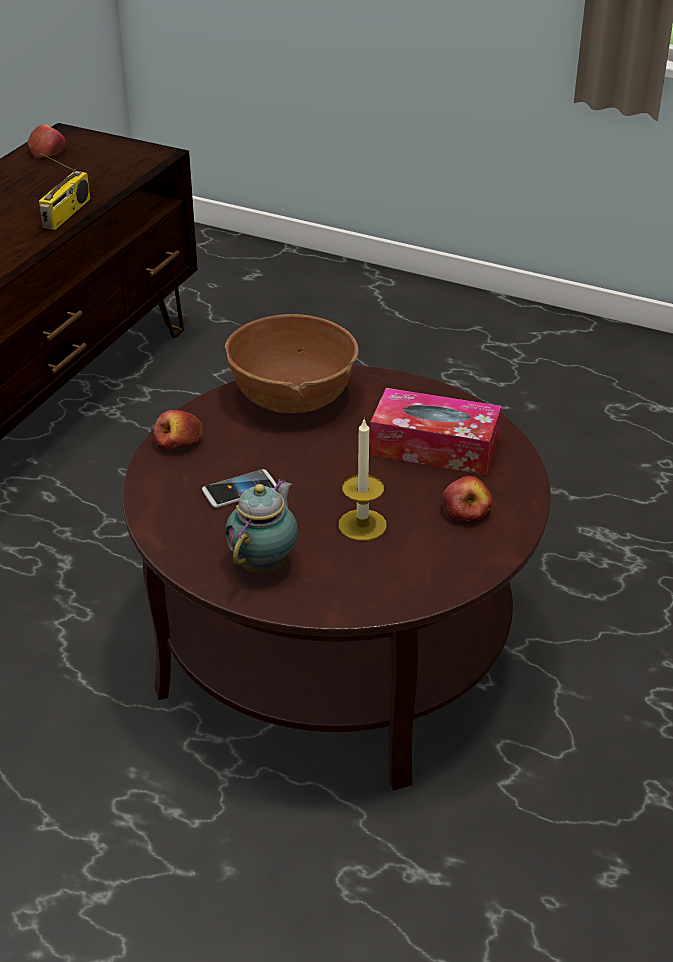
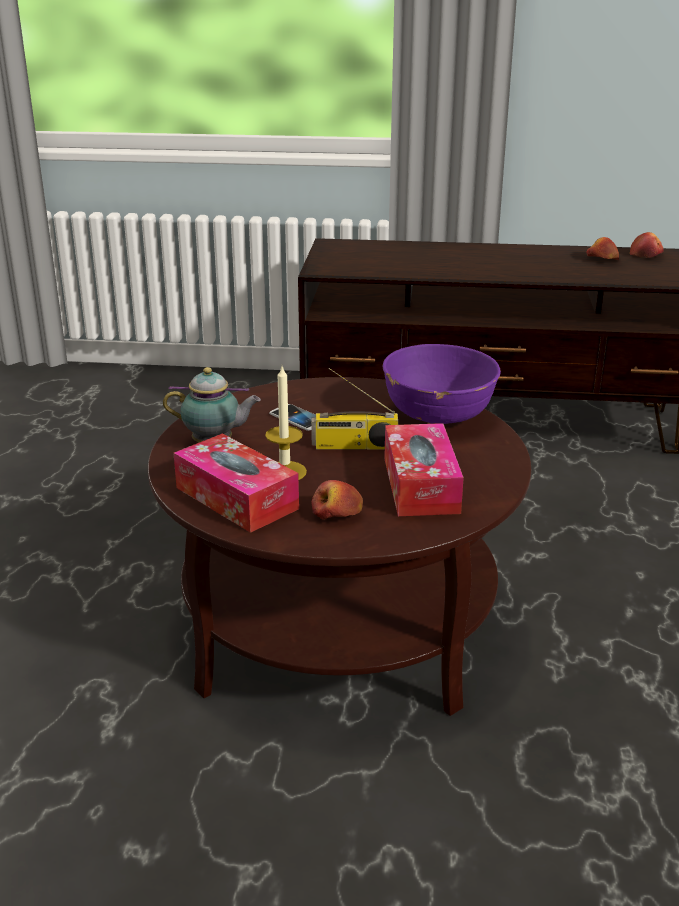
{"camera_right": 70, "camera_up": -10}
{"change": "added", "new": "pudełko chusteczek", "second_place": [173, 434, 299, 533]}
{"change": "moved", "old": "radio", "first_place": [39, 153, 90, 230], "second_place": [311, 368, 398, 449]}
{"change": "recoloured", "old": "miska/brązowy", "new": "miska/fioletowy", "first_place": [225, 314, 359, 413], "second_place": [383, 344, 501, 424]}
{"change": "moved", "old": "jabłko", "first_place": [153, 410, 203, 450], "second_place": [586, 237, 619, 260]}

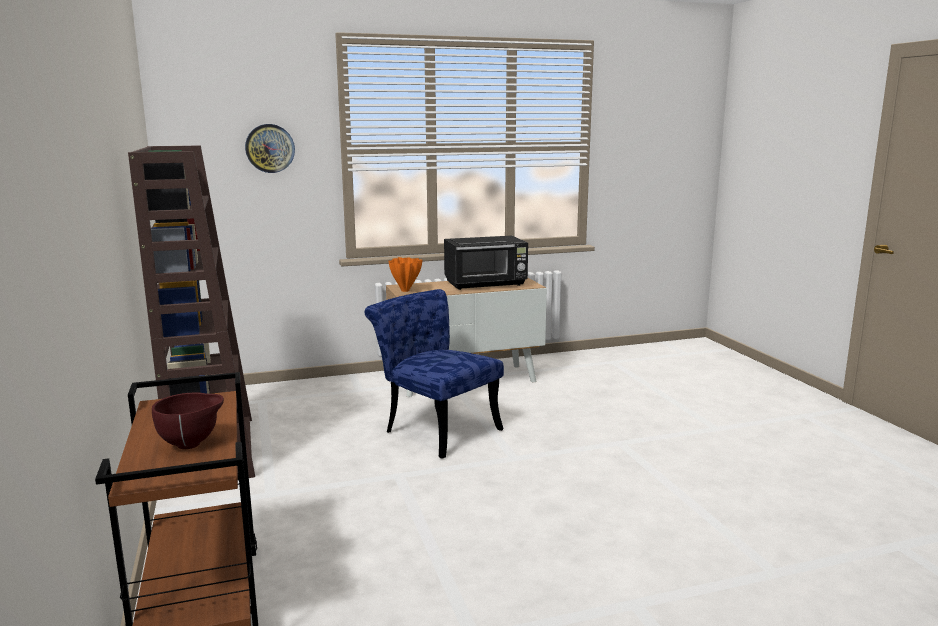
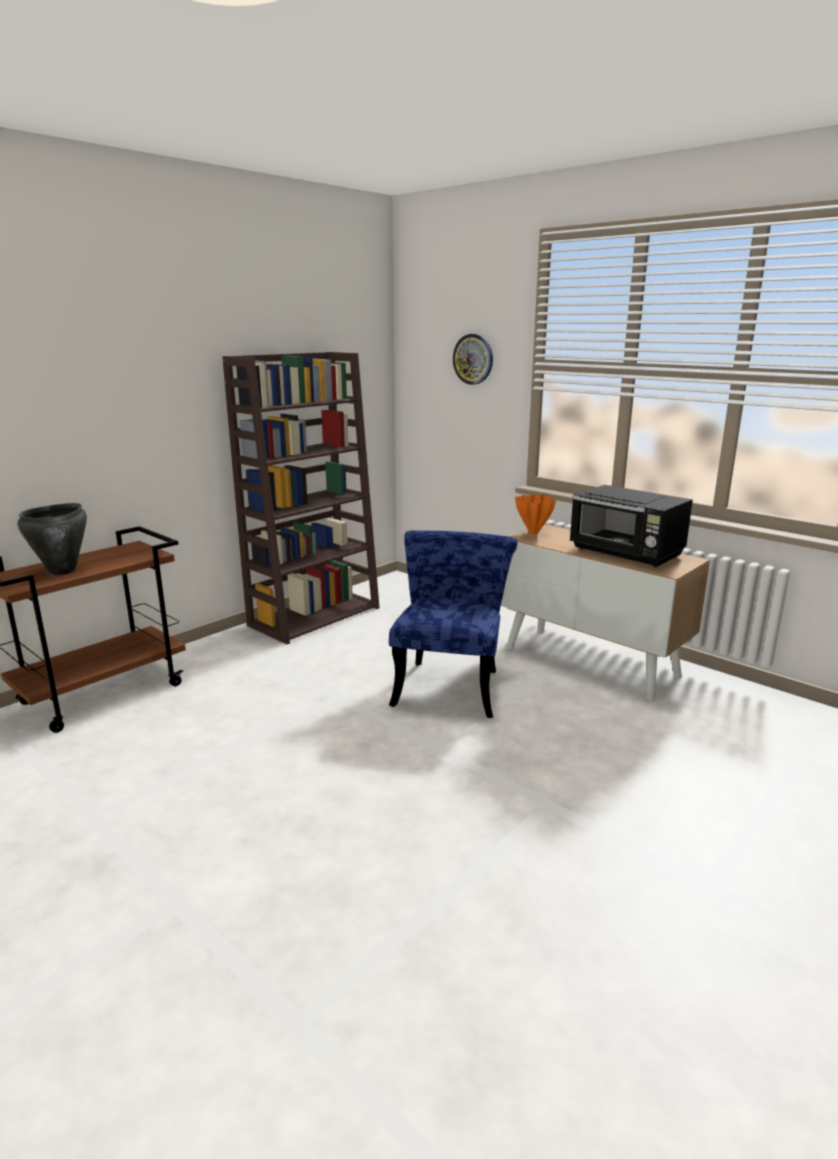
{"camera_right": 60, "camera_up": 5}
{"change": "replaced", "old": "miska/brązowy", "new": "garnek/czarny", "first_place": [152, 393, 224, 449], "second_place": [17, 503, 87, 575]}

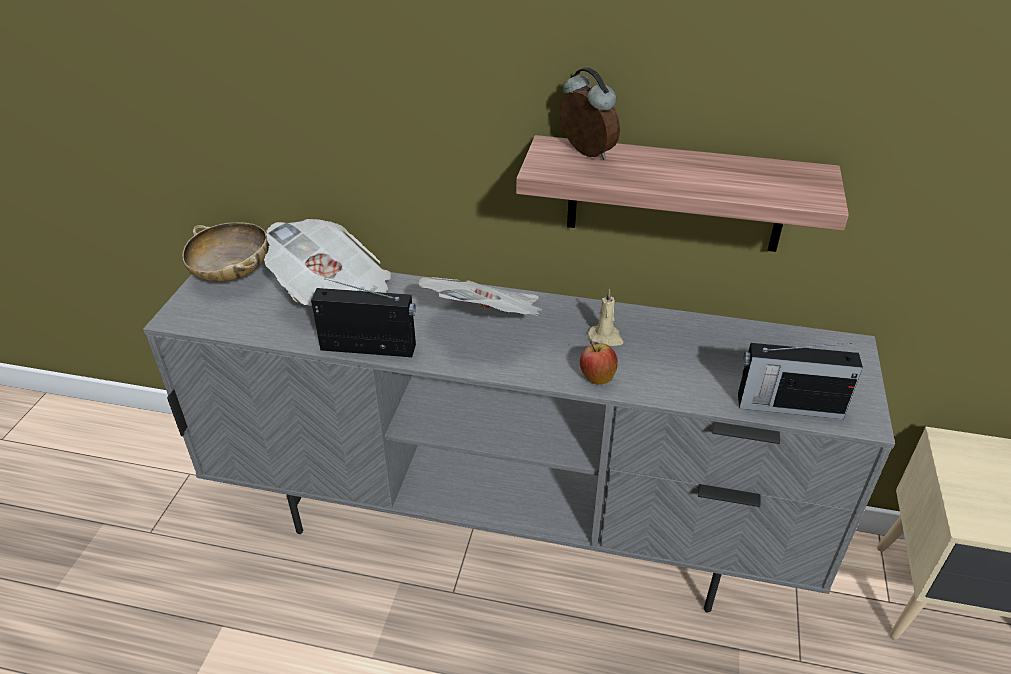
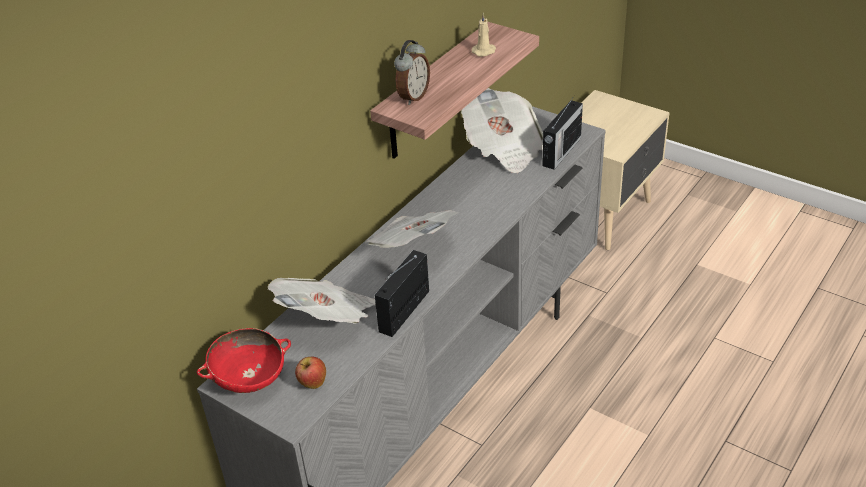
{"camera_right": -65, "camera_up": 0}
{"change": "recoloured", "old": "miska/beżowy", "new": "miska/czerwony", "first_place": [182, 222, 269, 282], "second_place": [197, 328, 291, 393]}
{"change": "moved", "old": "jabłko", "first_place": [580, 341, 618, 384], "second_place": [295, 357, 326, 389]}
{"change": "turned", "old": "budzik", "first_place": [560, 67, 620, 160], "second_place": [394, 40, 430, 105], "degrees": 135}
{"change": "added", "new": "gazeta", "second_place": [461, 88, 543, 173]}
{"change": "moved", "old": "świeca/beżowy", "first_place": [588, 289, 624, 346], "second_place": [472, 13, 496, 57]}

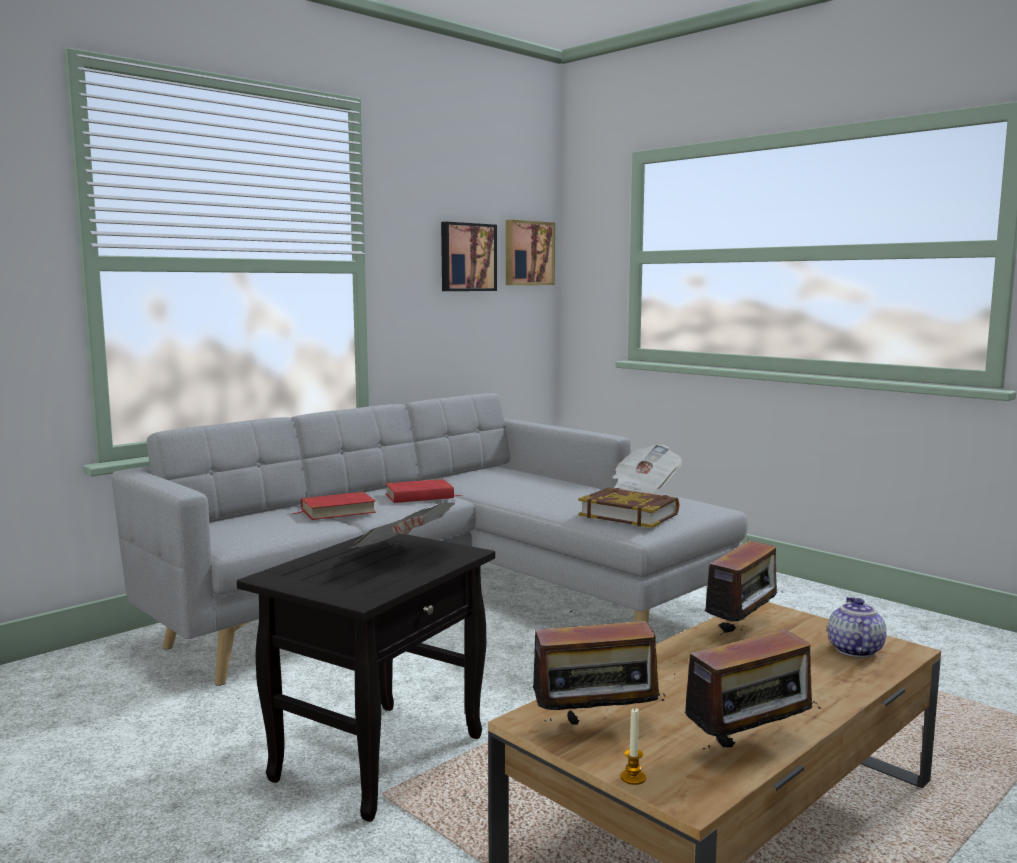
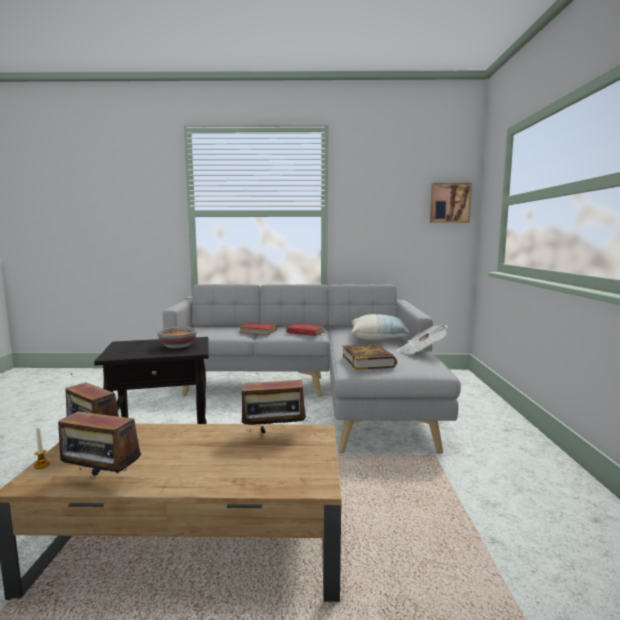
{"camera_right": 45, "camera_up": 0}
{"change": "replaced", "old": "gazeta", "new": "miska", "first_place": [350, 502, 455, 548], "second_place": [157, 327, 197, 348]}
{"change": "added", "new": "poduszka", "second_place": [351, 314, 411, 340]}
{"change": "removed", "old": "obraz", "first_place": [441, 222, 497, 291]}
{"change": "removed", "old": "imbryk", "first_place": [828, 597, 887, 657]}

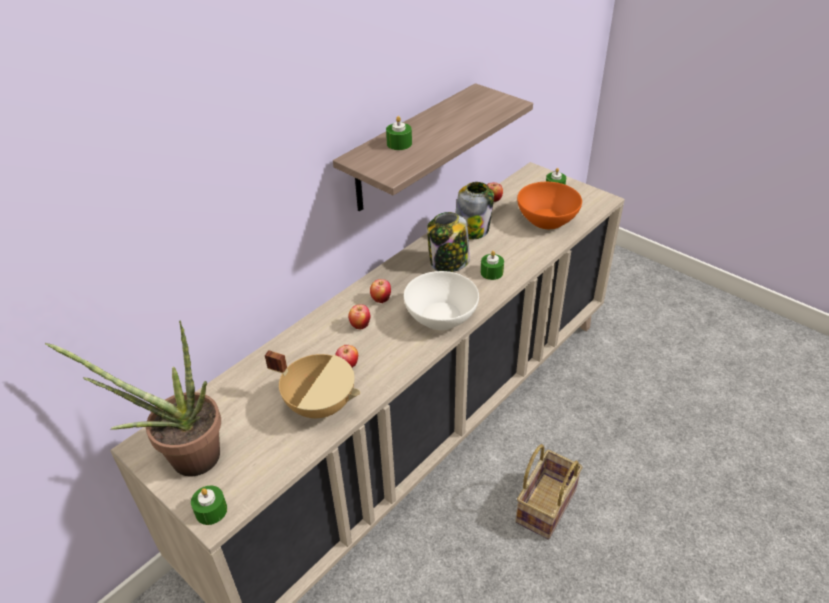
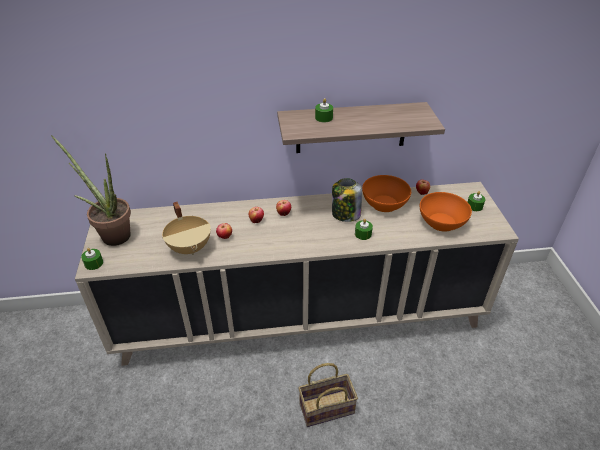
{"camera_right": 40, "camera_up": 0}
{"change": "replaced", "old": "słoik", "new": "miska/pomarańczowy", "first_place": [455, 182, 494, 239], "second_place": [362, 175, 411, 212]}
{"change": "removed", "old": "miska/biały", "first_place": [404, 271, 479, 330]}

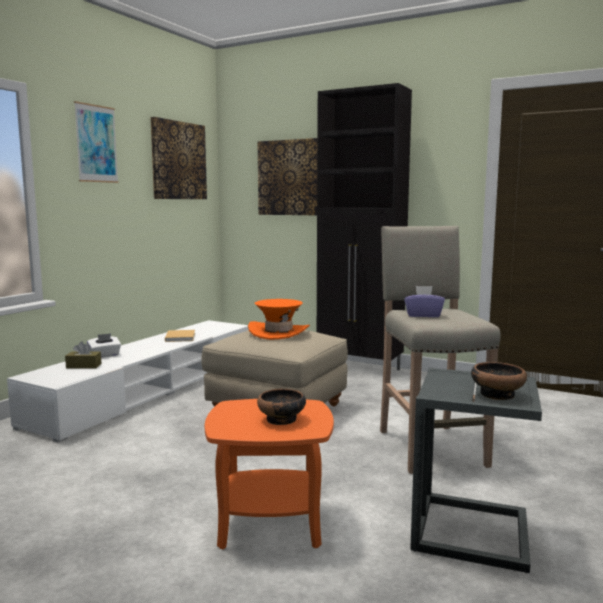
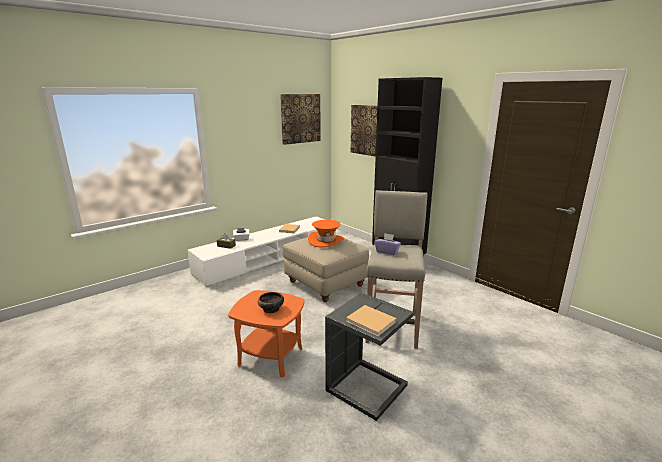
{"camera_right": 20, "camera_up": 10}
{"change": "replaced", "old": "miska", "new": "książka/beżowy", "first_place": [471, 362, 527, 400], "second_place": [346, 305, 396, 336]}
{"change": "removed", "old": "obraz", "first_place": [74, 101, 119, 183]}

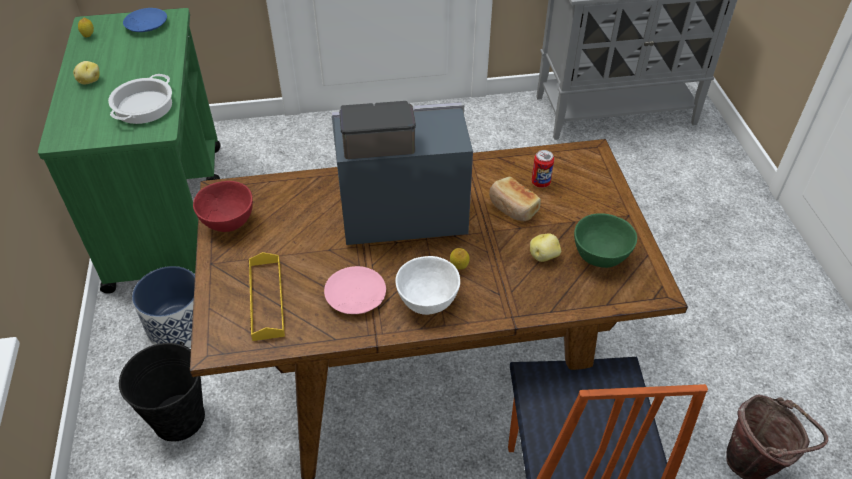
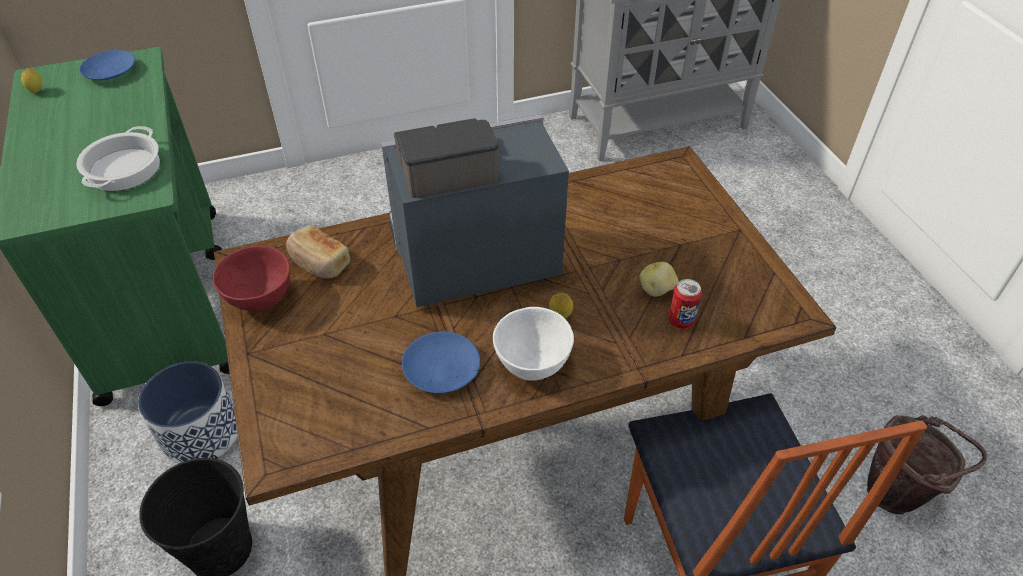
{"camera_right": -10, "camera_up": 0}
{"change": "moved", "old": "chleb", "first_place": [489, 177, 541, 221], "second_place": [286, 225, 350, 278]}
{"change": "recoloured", "old": "talerz/różowy", "new": "talerz/niebieski", "first_place": [324, 266, 386, 314], "second_place": [402, 331, 480, 393]}
{"change": "moved", "old": "puszka", "first_place": [531, 150, 554, 188], "second_place": [668, 279, 702, 329]}
{"change": "removed", "old": "ziemniak", "first_place": [73, 61, 100, 85]}
{"change": "removed", "old": "taca/żółty", "first_place": [249, 252, 285, 341]}
{"change": "removed", "old": "miska/zielony", "first_place": [574, 213, 637, 268]}

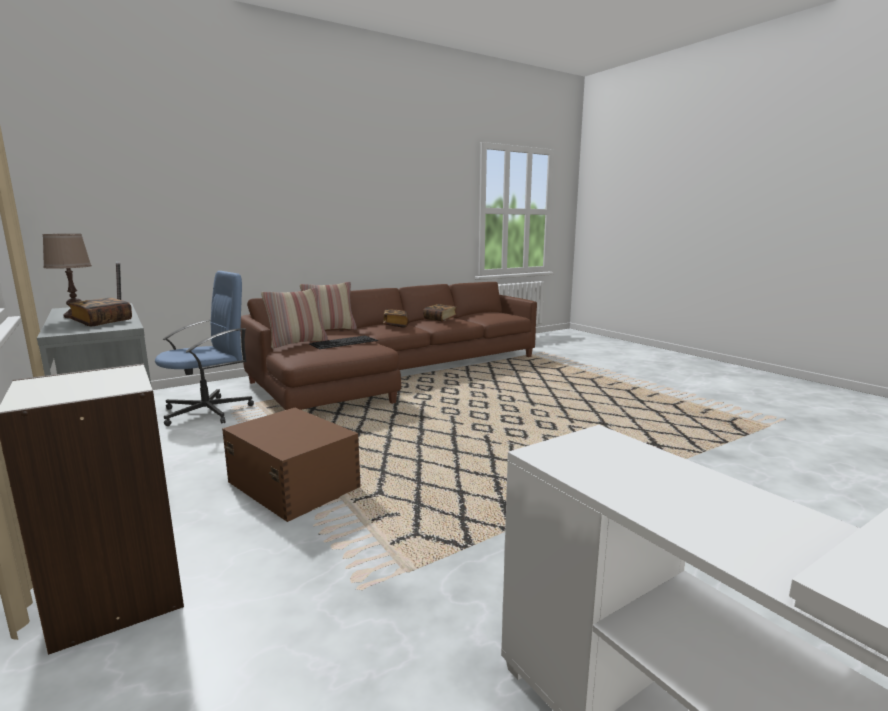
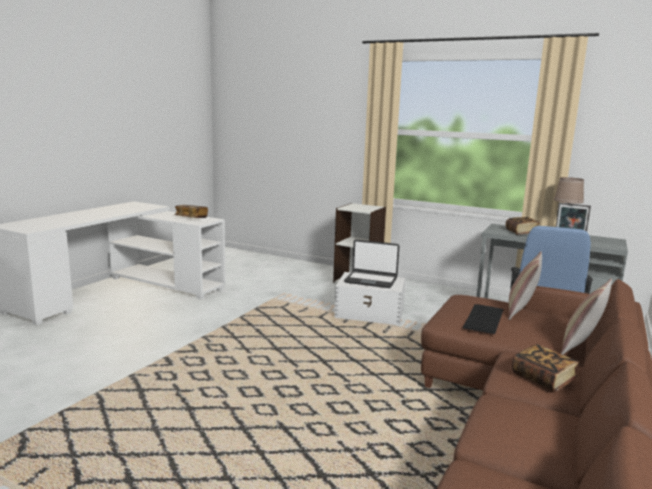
{"camera_right": 150, "camera_up": 0}
{"change": "moved", "old": "książka", "first_place": [423, 304, 457, 321], "second_place": [175, 205, 208, 218]}
{"change": "recoloured", "old": "pojemnik do przechowywania/brązowy", "new": "pojemnik do przechowywania/biały", "first_place": [222, 408, 361, 522], "second_place": [334, 272, 405, 326]}
{"change": "added", "new": "laptop", "second_place": [344, 240, 399, 288]}

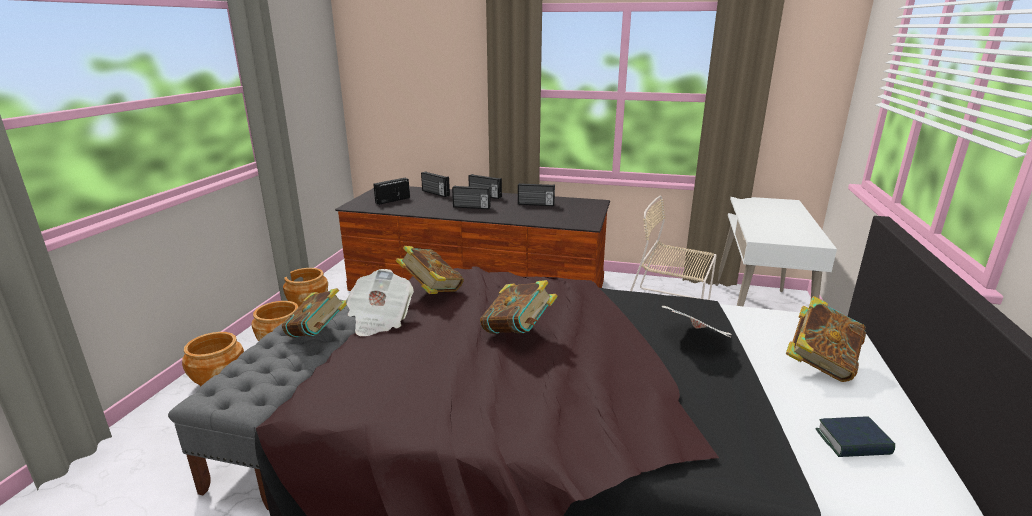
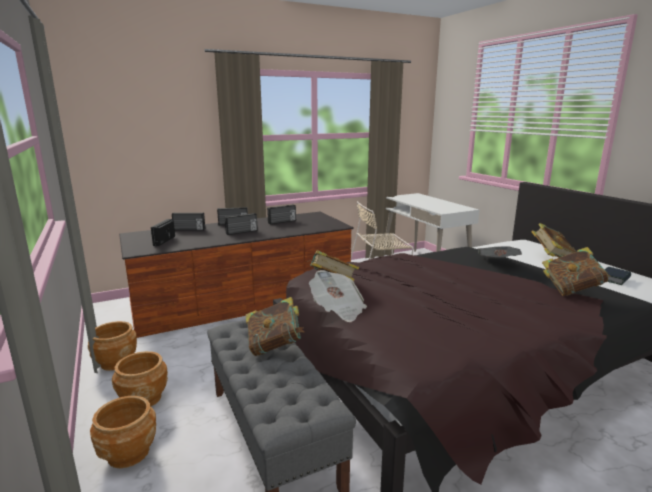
{"camera_right": -40, "camera_up": -5}
{"change": "moved", "old": "książka", "first_place": [480, 280, 558, 334], "second_place": [542, 247, 610, 296]}

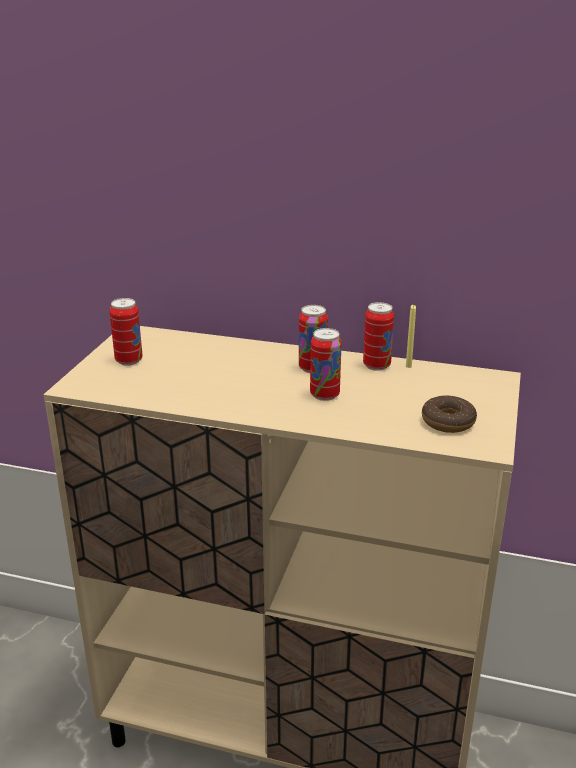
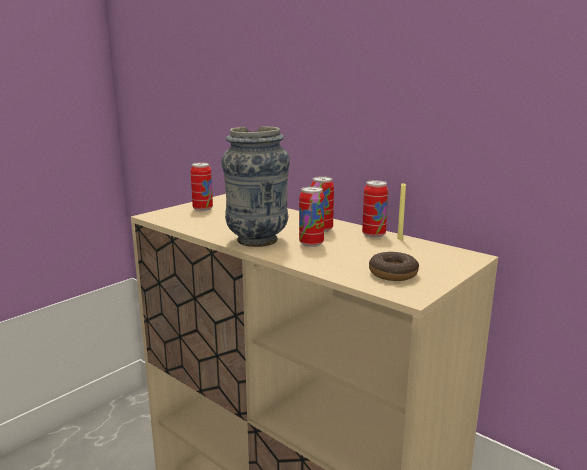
{"camera_right": 25, "camera_up": -10}
{"change": "added", "new": "wazon", "second_place": [221, 126, 290, 247]}

